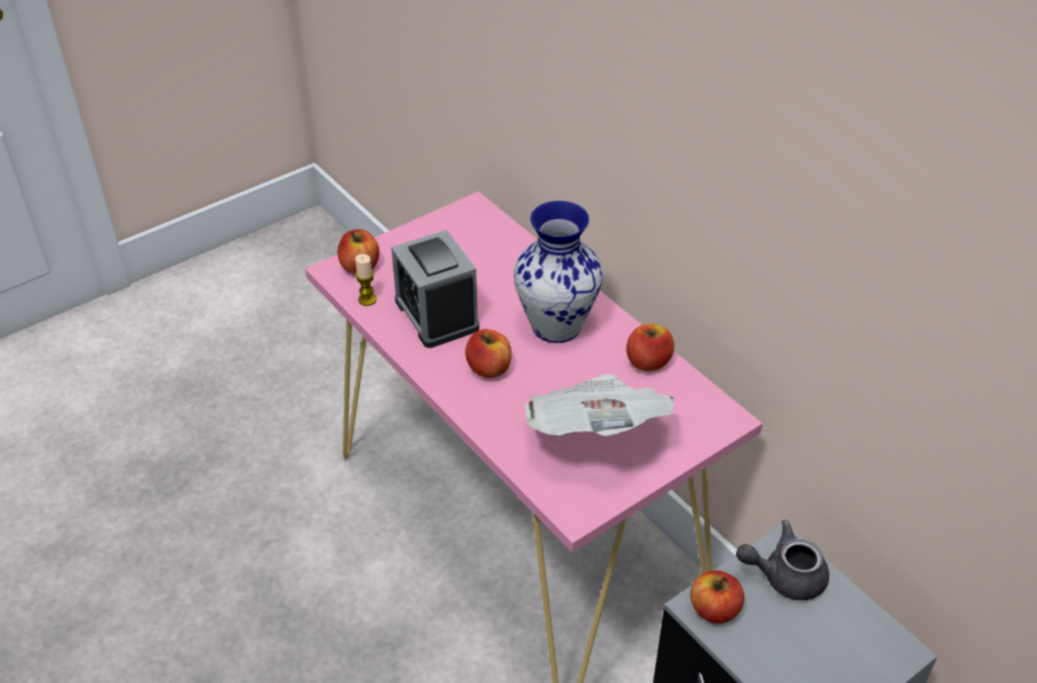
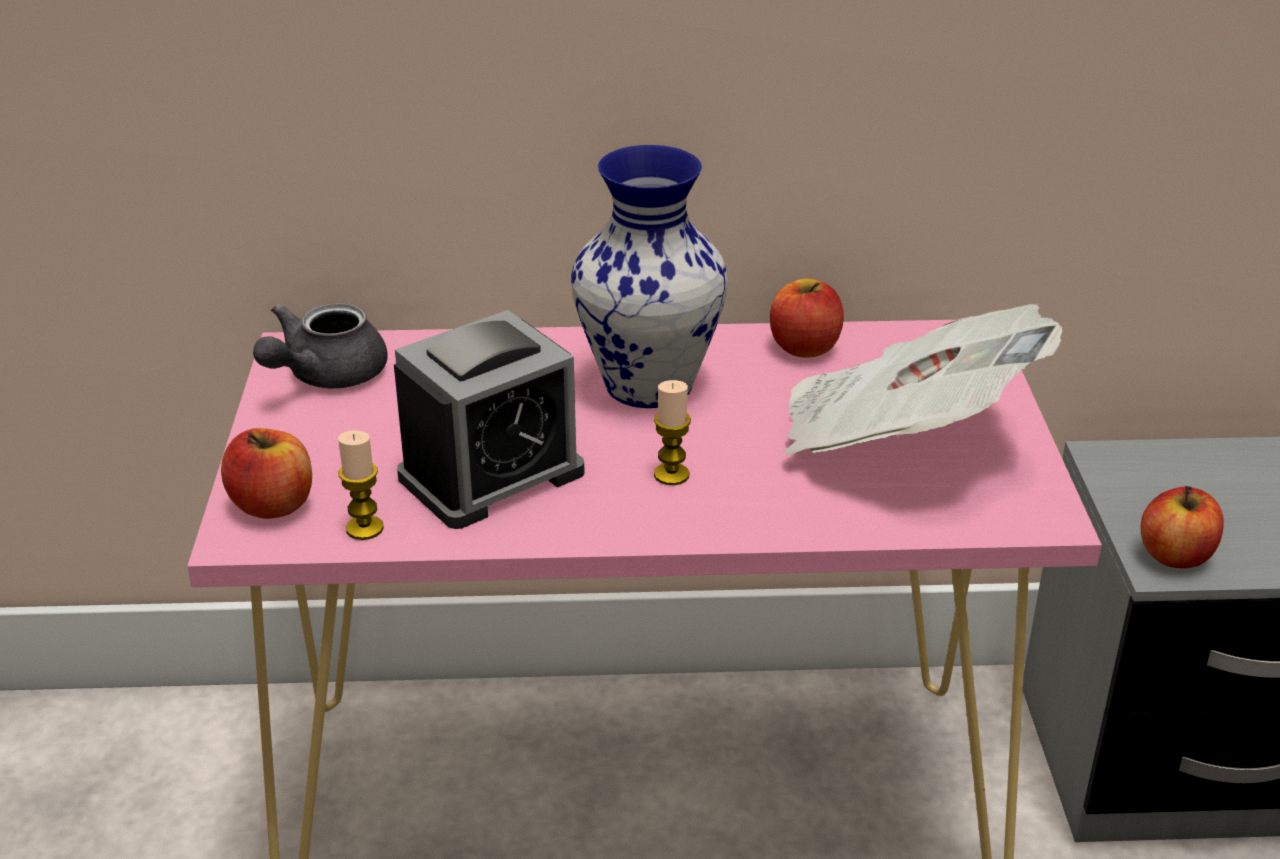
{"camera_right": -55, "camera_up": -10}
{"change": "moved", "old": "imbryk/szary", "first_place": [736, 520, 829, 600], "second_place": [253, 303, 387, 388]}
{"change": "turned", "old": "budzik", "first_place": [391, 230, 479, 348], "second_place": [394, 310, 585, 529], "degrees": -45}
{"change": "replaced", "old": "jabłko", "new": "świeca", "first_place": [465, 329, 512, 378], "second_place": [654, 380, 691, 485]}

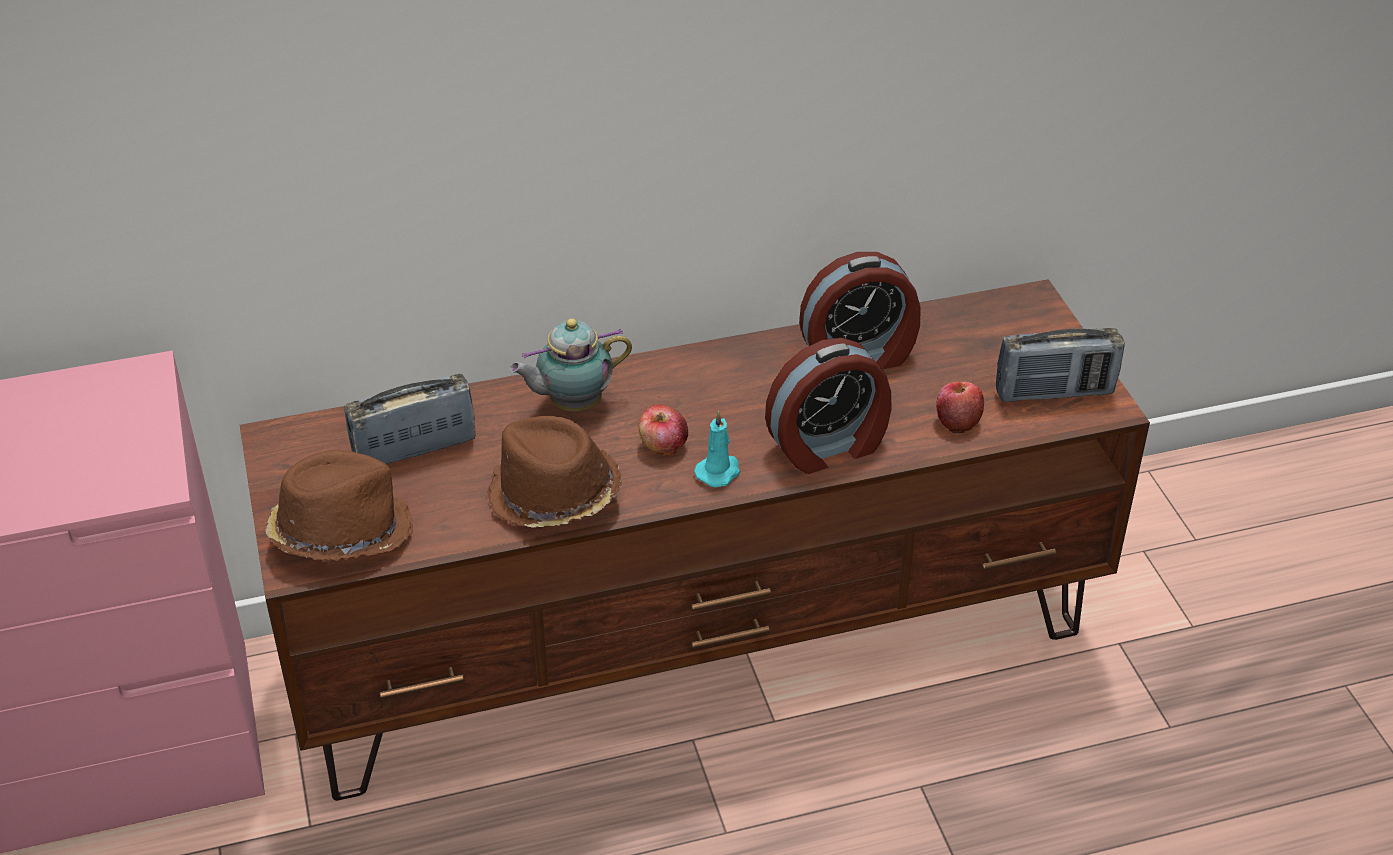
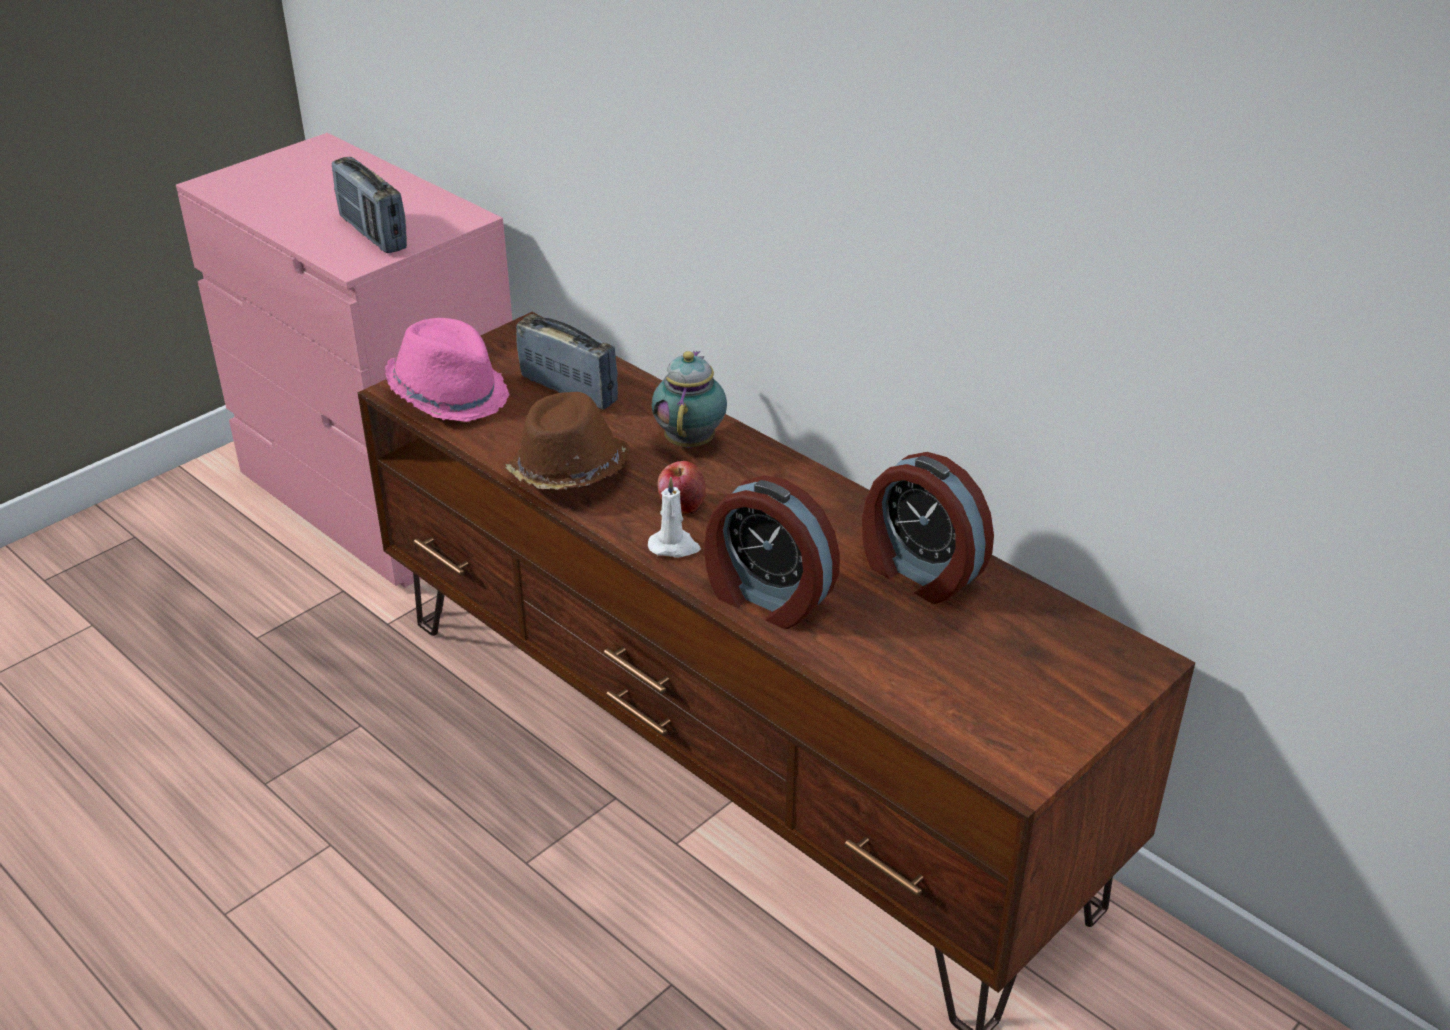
{"camera_right": 60, "camera_up": -5}
{"change": "moved", "old": "radio", "first_place": [996, 328, 1125, 402], "second_place": [332, 157, 407, 253]}
{"change": "recoloured", "old": "kapelusz/brązowy", "new": "kapelusz/różowy", "first_place": [265, 450, 413, 562], "second_place": [385, 318, 509, 422]}
{"change": "recoloured", "old": "świeca/turkusowy", "new": "świeca/biały", "first_place": [694, 411, 740, 487], "second_place": [648, 477, 701, 558]}
{"change": "turned", "old": "imbryk", "first_place": [509, 318, 632, 412], "second_place": [651, 351, 727, 448], "degrees": 60}
{"change": "removed", "old": "jabłko", "first_place": [936, 382, 984, 434]}

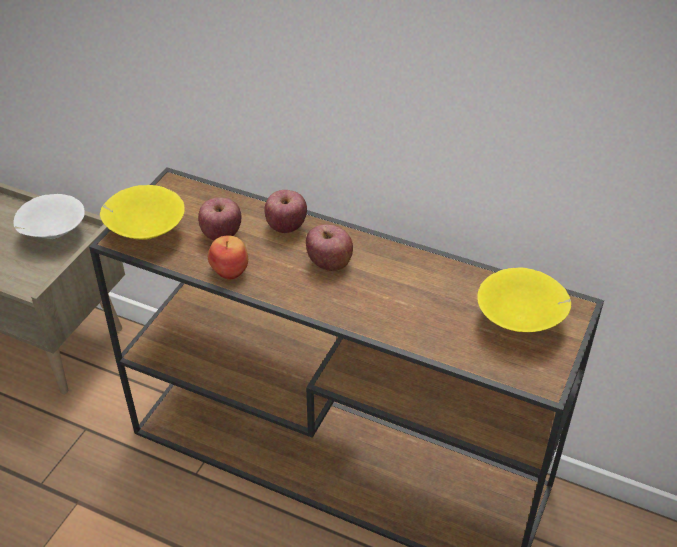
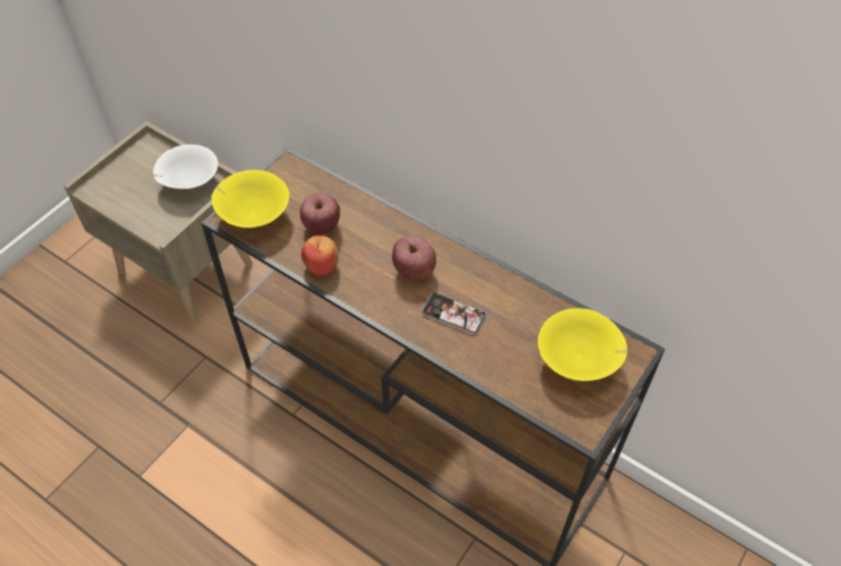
{"camera_right": 10, "camera_up": 10}
{"change": "added", "new": "telefon", "second_place": [422, 293, 486, 335]}
{"change": "removed", "old": "jabłko", "first_place": [265, 190, 307, 233]}

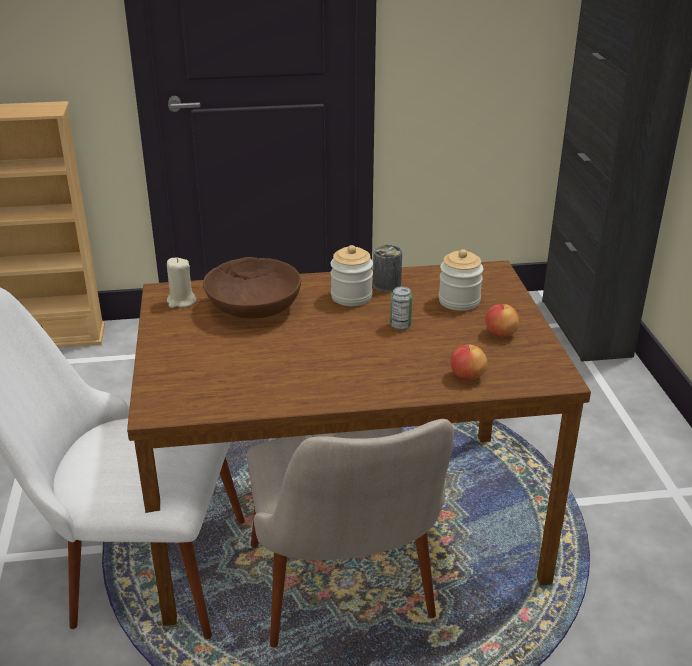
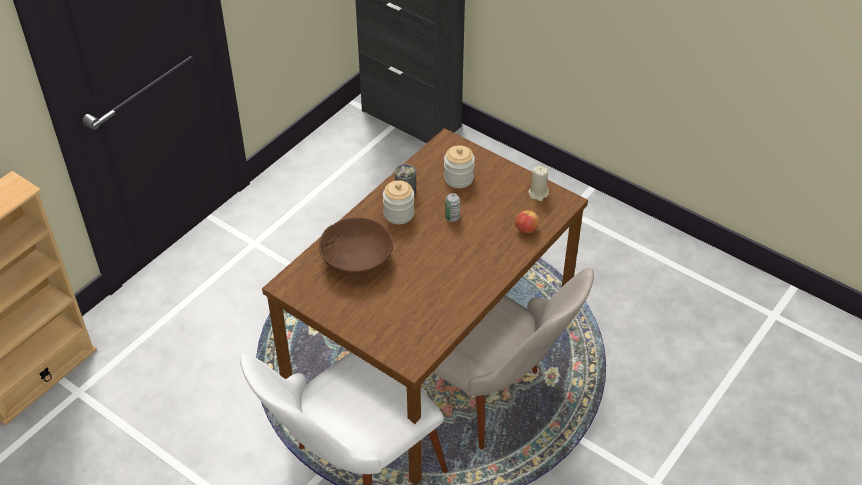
{"camera_right": -45, "camera_up": 15}
{"change": "moved", "old": "świeca/beżowy", "first_place": [167, 258, 196, 308], "second_place": [528, 165, 549, 201]}
{"change": "removed", "old": "jabłko", "first_place": [485, 304, 519, 337]}

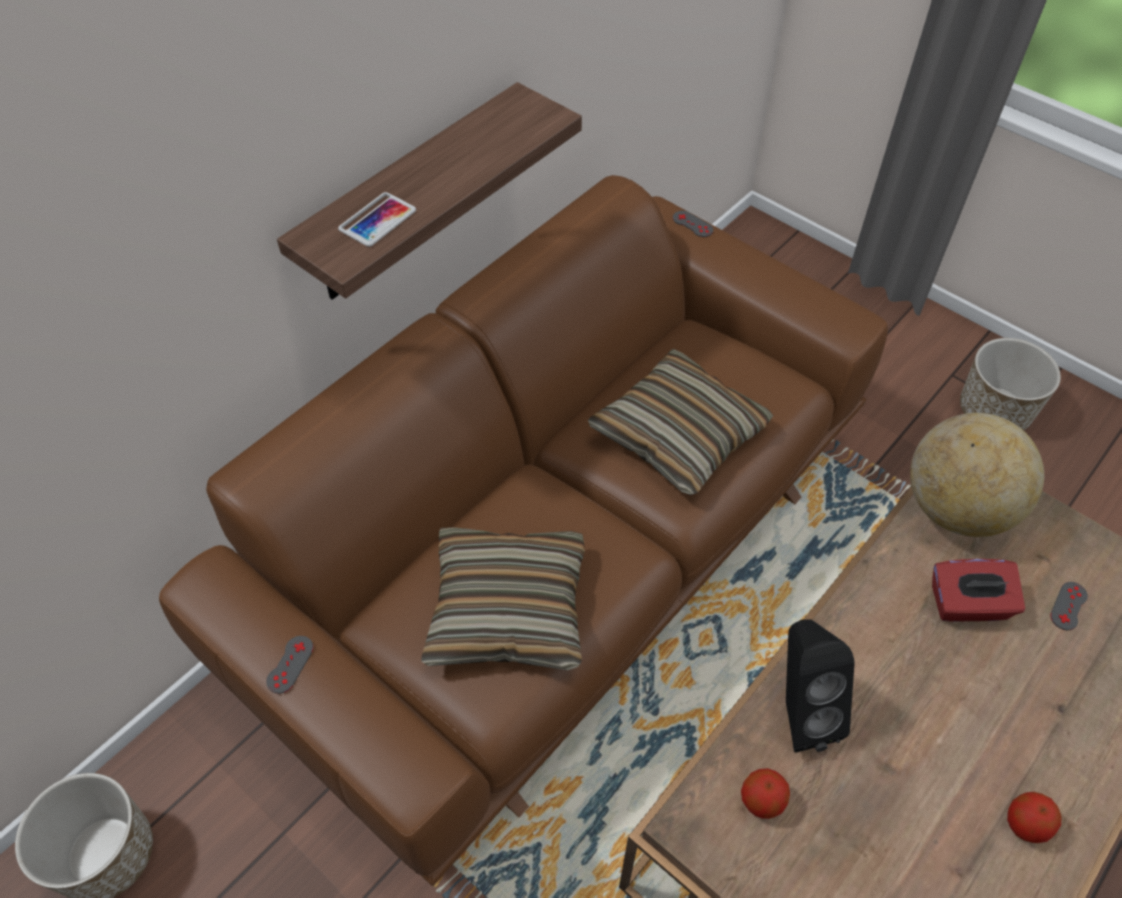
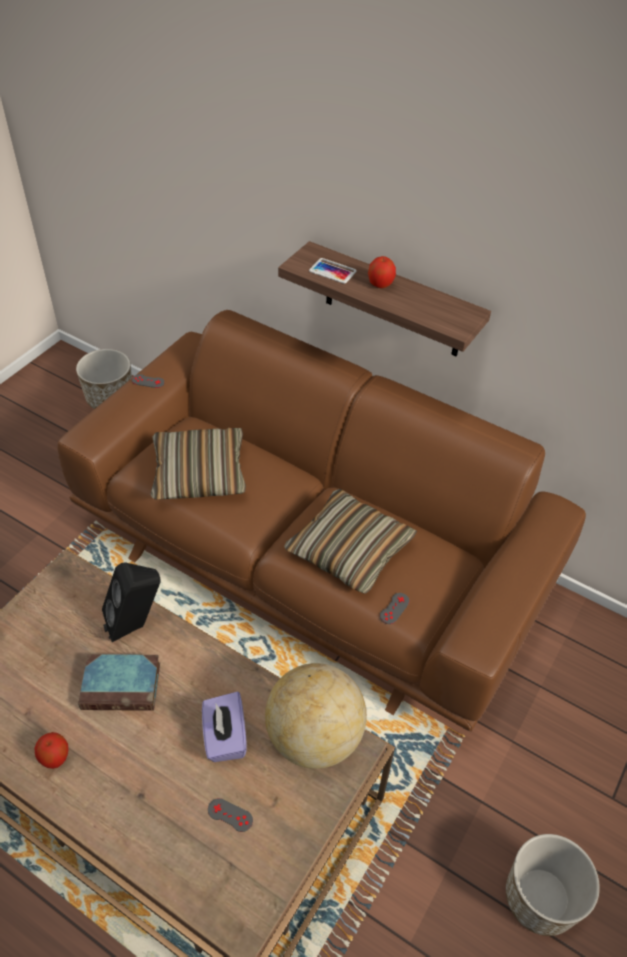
{"camera_right": 80, "camera_up": -5}
{"change": "added", "new": "książka", "second_place": [78, 654, 160, 711]}
{"change": "recoloured", "old": "pudełko chusteczek/czerwony", "new": "pudełko chusteczek/fioletowy", "first_place": [932, 559, 1025, 622], "second_place": [202, 692, 246, 762]}
{"change": "moved", "old": "jabłko", "first_place": [741, 768, 790, 819], "second_place": [368, 256, 396, 288]}
{"change": "moved", "old": "pad do gier/szary", "first_place": [673, 211, 713, 237], "second_place": [380, 593, 410, 624]}

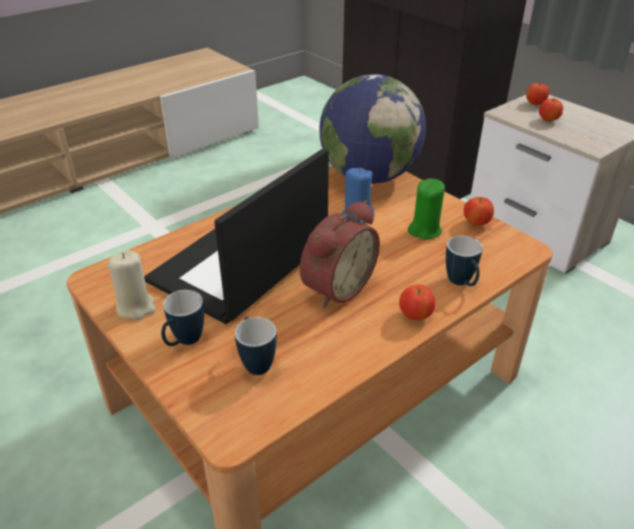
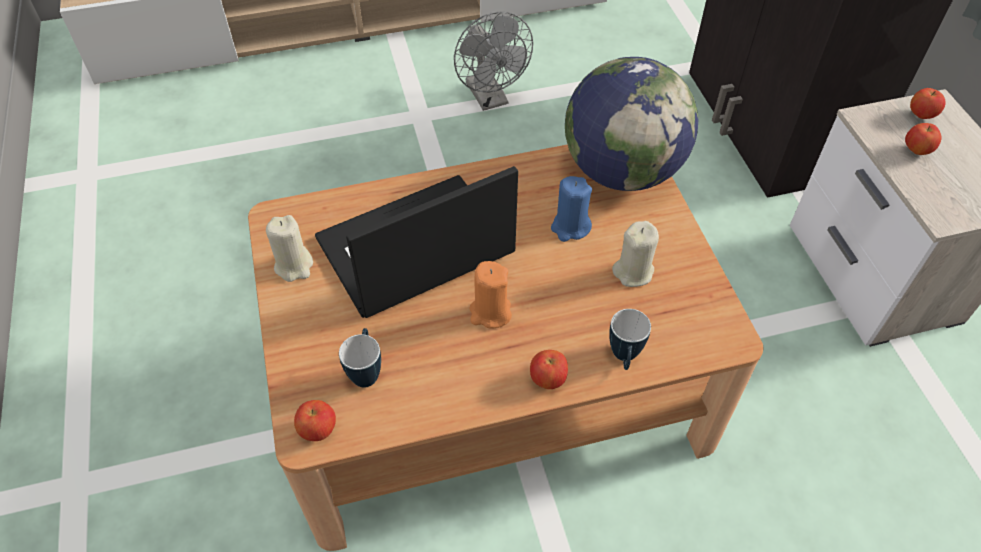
{"camera_right": 25, "camera_up": 15}
{"change": "moved", "old": "jabłko", "first_place": [464, 197, 494, 226], "second_place": [294, 400, 336, 441]}
{"change": "added", "new": "wentylator/szary", "second_place": [454, 12, 533, 111]}
{"change": "replaced", "old": "budzik", "new": "świeca/pomarańczowy", "first_place": [300, 200, 380, 308], "second_place": [469, 261, 512, 329]}
{"change": "recoloured", "old": "świeca/zielony", "new": "świeca/beżowy", "first_place": [408, 178, 445, 240], "second_place": [612, 221, 659, 287]}
{"change": "removed", "old": "kubek", "first_place": [161, 290, 204, 346]}

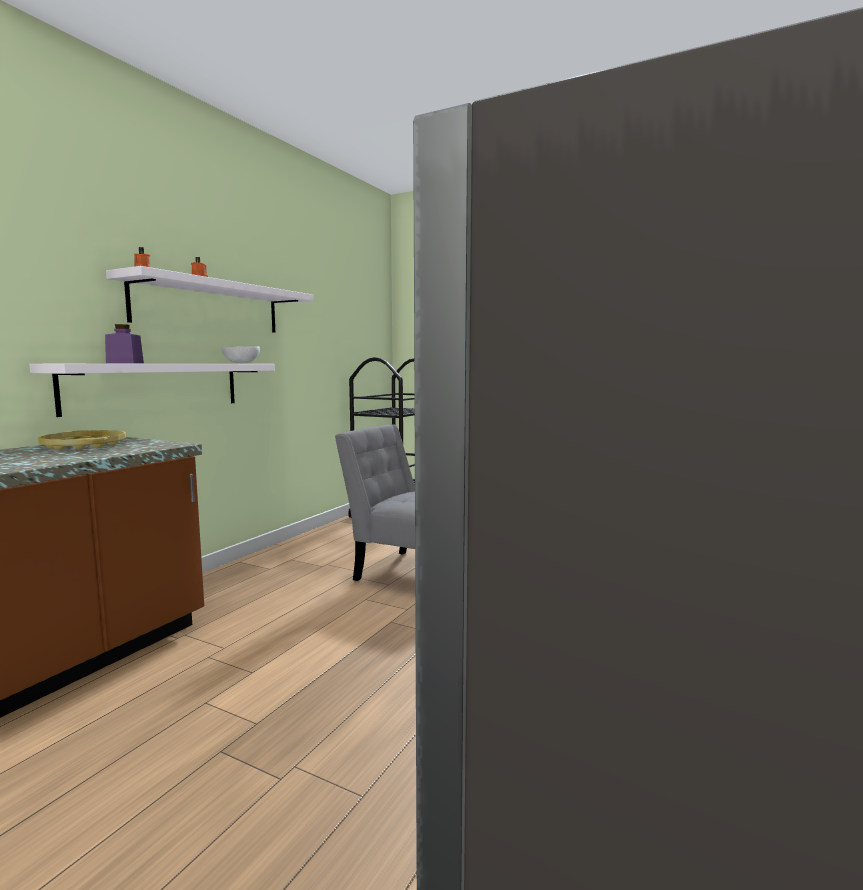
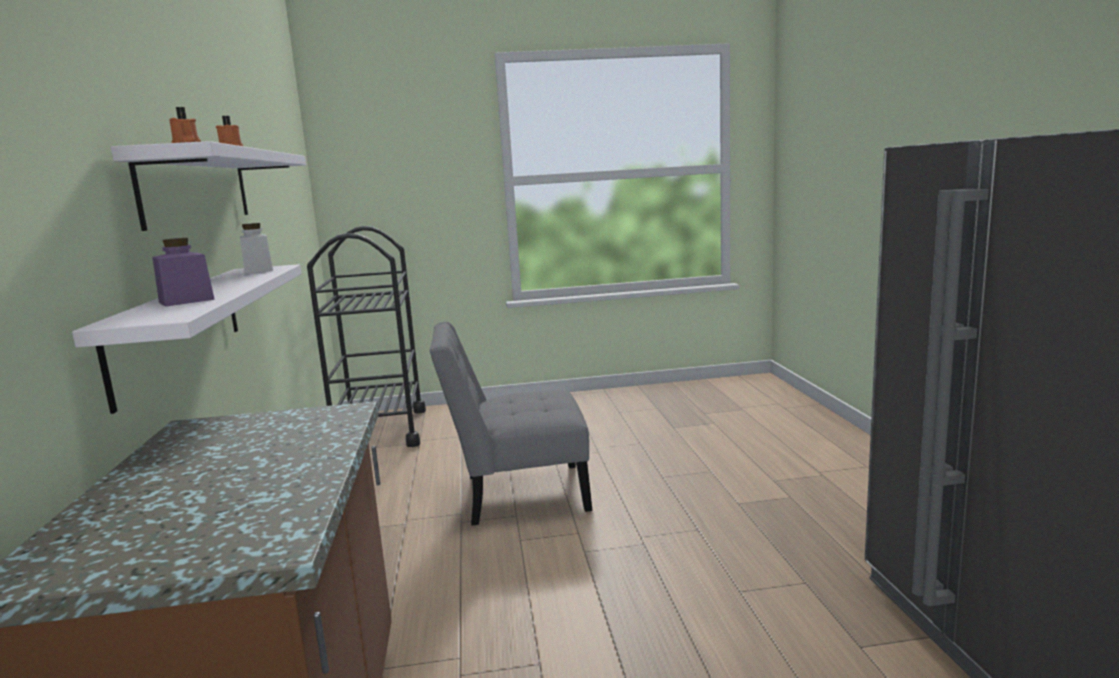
{"camera_right": -35, "camera_up": 5}
{"change": "replaced", "old": "miska/biały", "new": "słoik/biały", "first_place": [221, 346, 260, 363], "second_place": [240, 223, 273, 273]}
{"change": "removed", "old": "taca/żółty", "first_place": [38, 430, 126, 450]}

